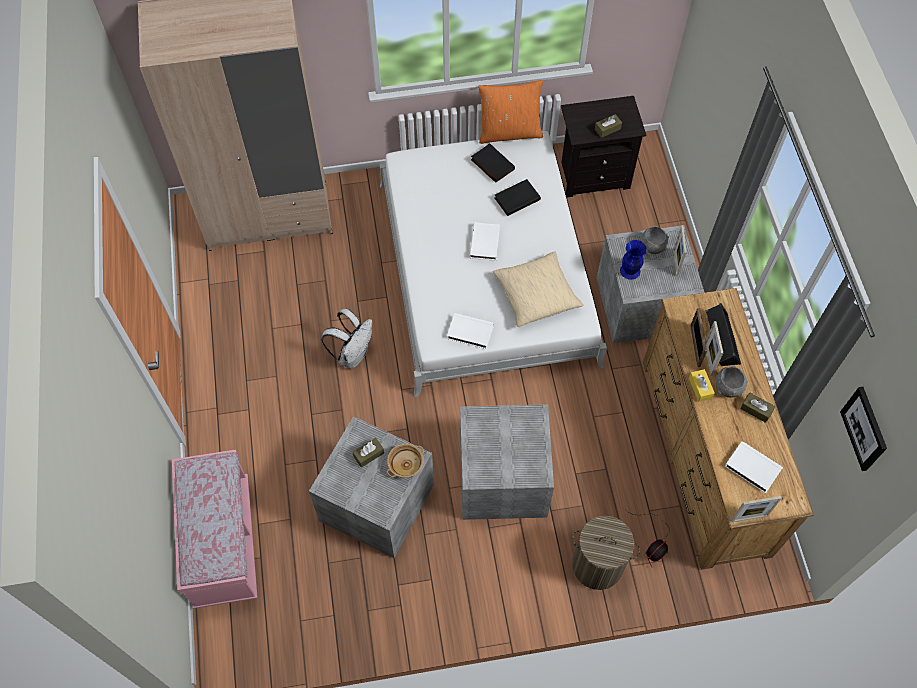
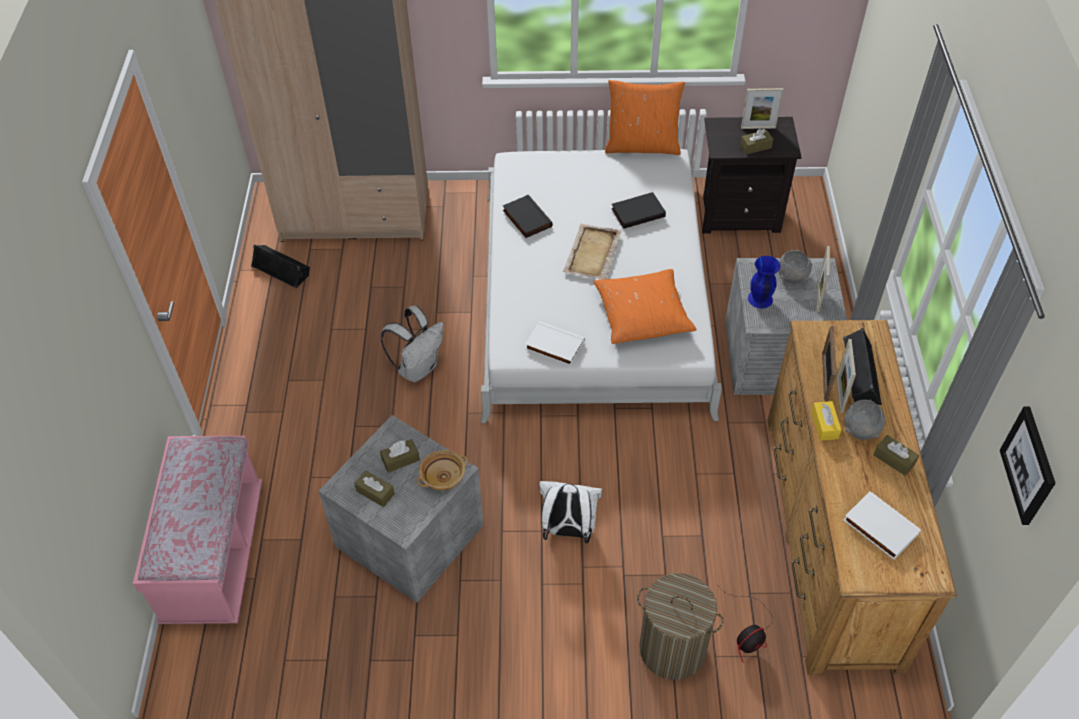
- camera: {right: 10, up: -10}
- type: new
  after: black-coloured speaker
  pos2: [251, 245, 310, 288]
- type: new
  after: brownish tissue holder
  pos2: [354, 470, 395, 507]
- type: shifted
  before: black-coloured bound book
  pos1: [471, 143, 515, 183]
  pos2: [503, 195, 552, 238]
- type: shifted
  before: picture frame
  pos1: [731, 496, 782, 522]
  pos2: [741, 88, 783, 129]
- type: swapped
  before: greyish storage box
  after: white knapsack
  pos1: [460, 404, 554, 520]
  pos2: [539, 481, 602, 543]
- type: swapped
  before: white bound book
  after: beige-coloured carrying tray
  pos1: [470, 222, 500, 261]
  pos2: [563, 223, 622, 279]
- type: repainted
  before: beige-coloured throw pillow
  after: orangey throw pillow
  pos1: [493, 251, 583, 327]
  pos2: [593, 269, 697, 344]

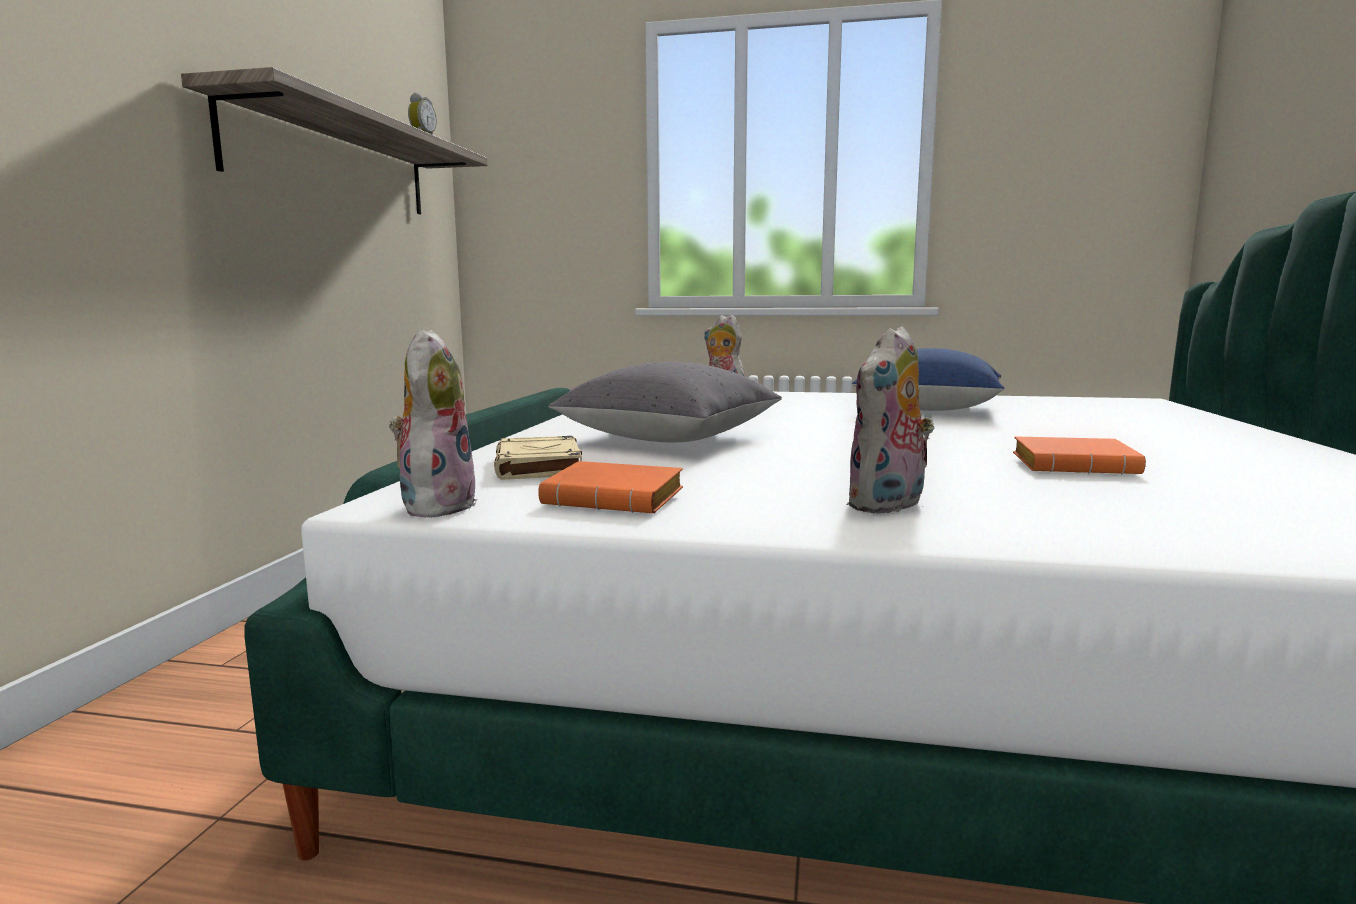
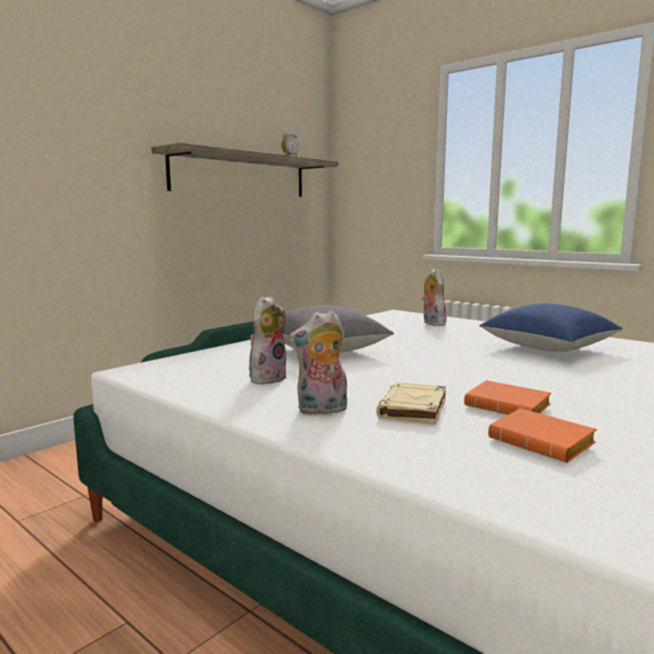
- camera: {right: 30, up: 0}
- type: shifted
  before: cuddly toy
  pos1: [389, 329, 477, 518]
  pos2: [249, 296, 286, 384]
- type: shifted
  before: beige-coloured bound book
  pos1: [494, 436, 582, 480]
  pos2: [376, 382, 446, 425]
- type: shifted
  before: orangey bound book
  pos1: [538, 461, 683, 513]
  pos2: [488, 408, 597, 463]

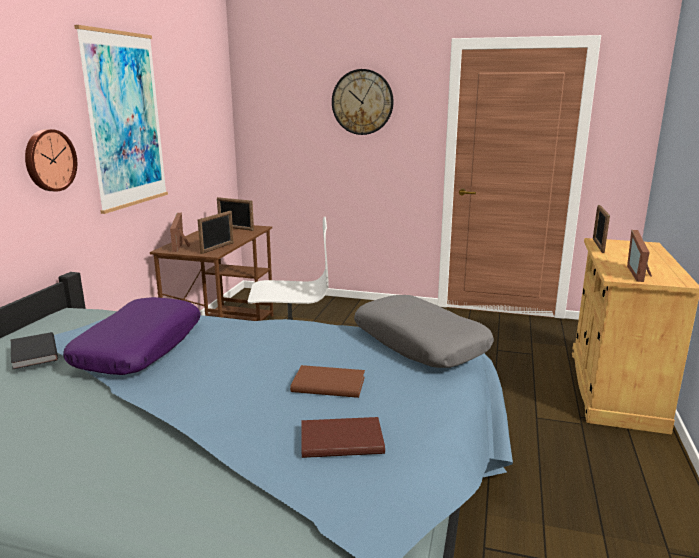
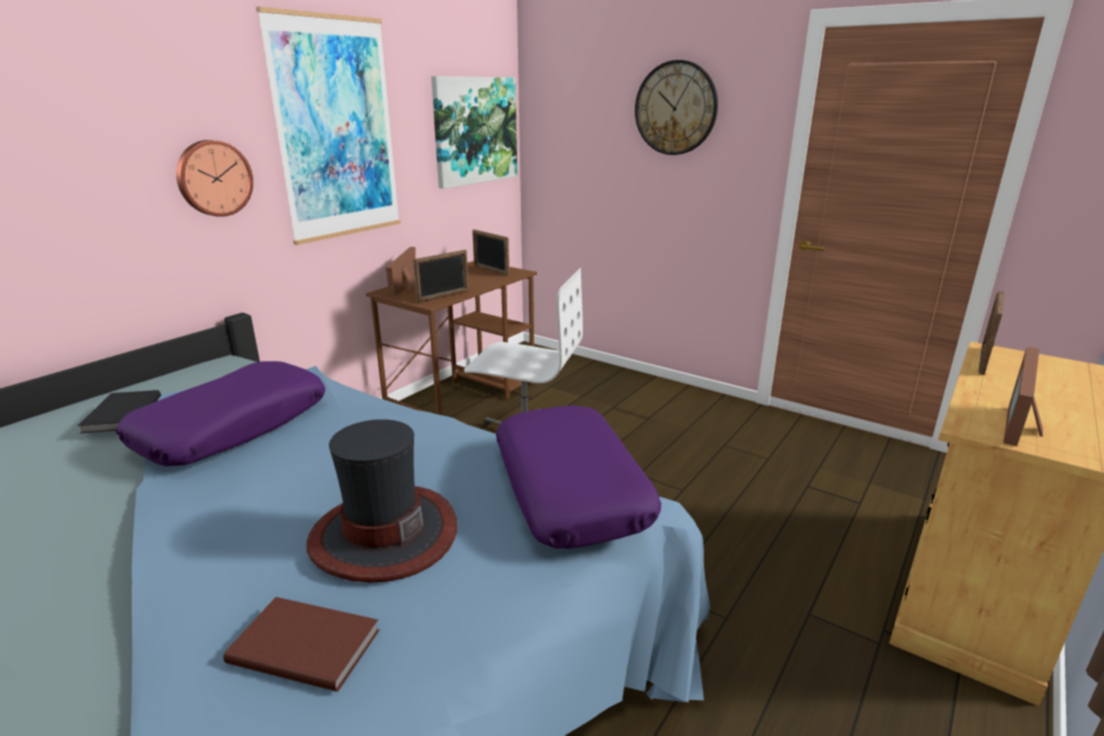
- camera: {right: 20, up: 5}
- type: new
  after: wall picture
  pos2: [431, 76, 517, 189]
- type: swapped
  before: brownish bound book
  after: clothing hat
  pos1: [290, 365, 365, 398]
  pos2: [306, 419, 457, 583]
- type: repainted
  before: greyish throw pillow
  after: purple throw pillow
  pos1: [354, 295, 494, 368]
  pos2: [496, 405, 661, 549]

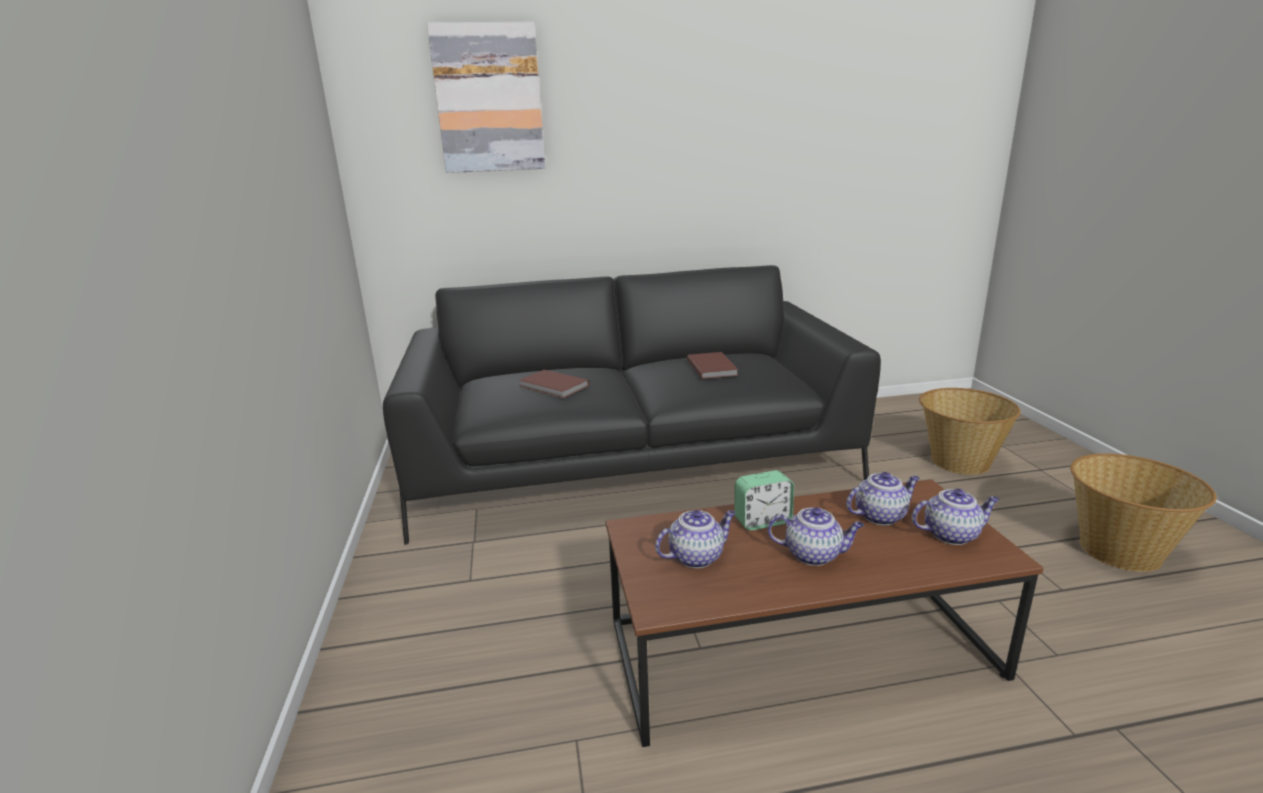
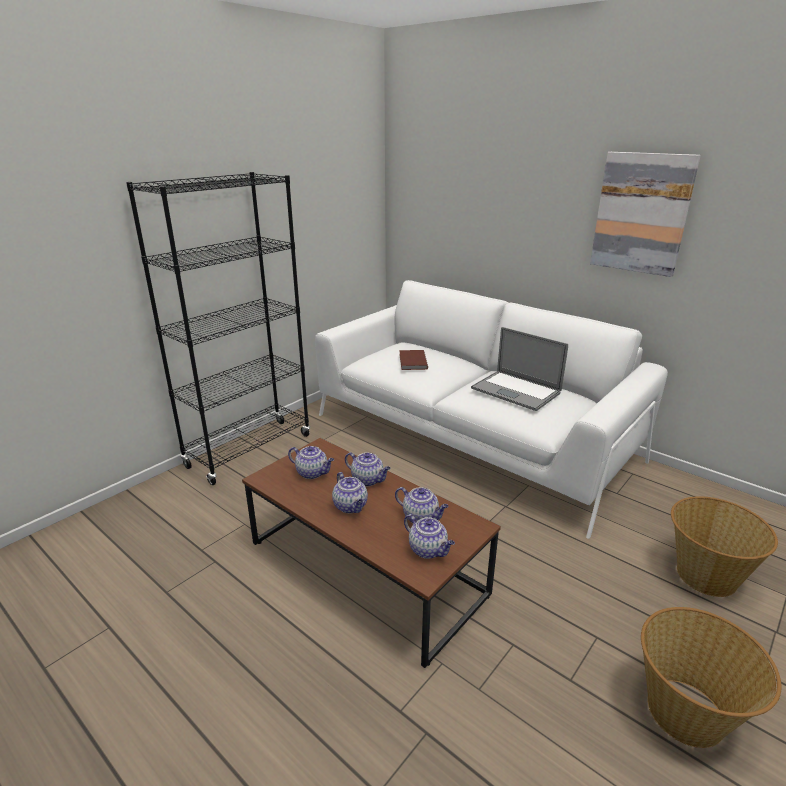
- camera: {right: 50, up: 5}
- type: new
  after: black-coloured bookcase
  pos2: [126, 172, 310, 485]
- type: shifted
  before: wall picture
  pos1: [427, 22, 546, 173]
  pos2: [590, 152, 701, 277]
- type: swapped
  before: brownish bound book
  after: laptop
  pos1: [687, 352, 738, 379]
  pos2: [471, 327, 568, 411]
- type: swapped
  before: bedside clock
  after: tea pot
  pos1: [734, 470, 794, 531]
  pos2: [345, 452, 391, 486]
- type: repainted
  before: black-coloured settee
  after: white settee
  pos1: [383, 265, 881, 545]
  pos2: [315, 280, 668, 539]

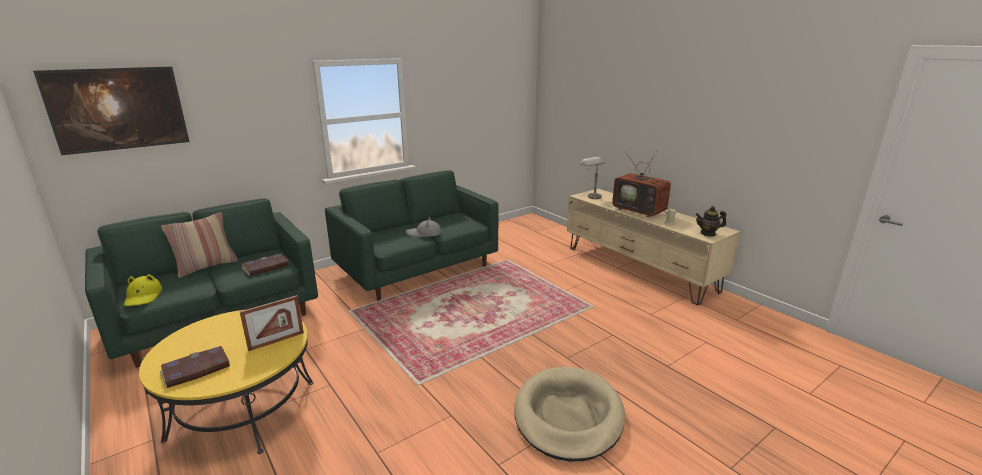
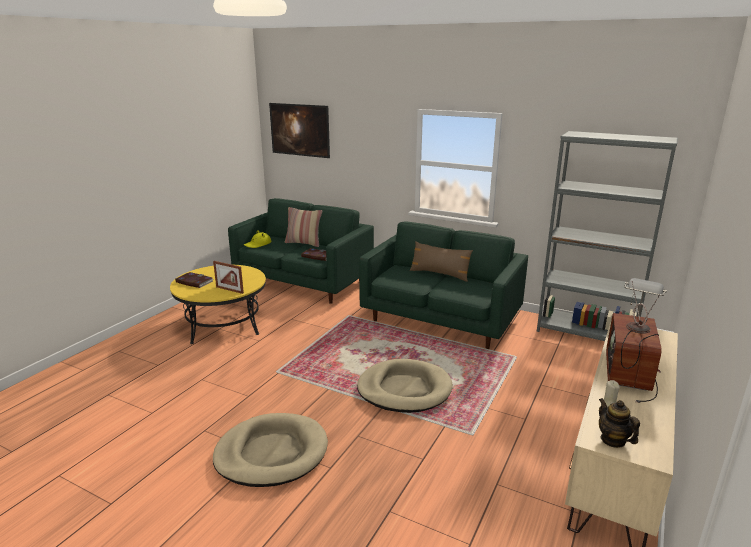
- camera: {right: 65, up: 0}
- type: gone
  before: greyish clothing hat
  pos1: [406, 217, 442, 237]
- type: new
  after: beige-coloured dog cushion
  pos2: [357, 359, 453, 413]
- type: new
  after: brownish throw pillow
  pos2: [410, 241, 473, 282]
- type: new
  after: greyish bookcase
  pos2: [537, 131, 678, 341]

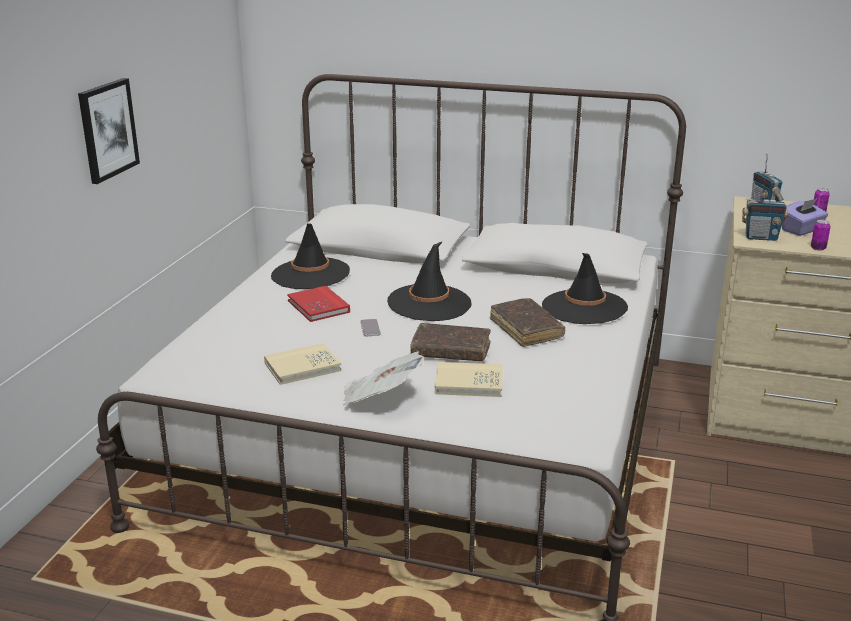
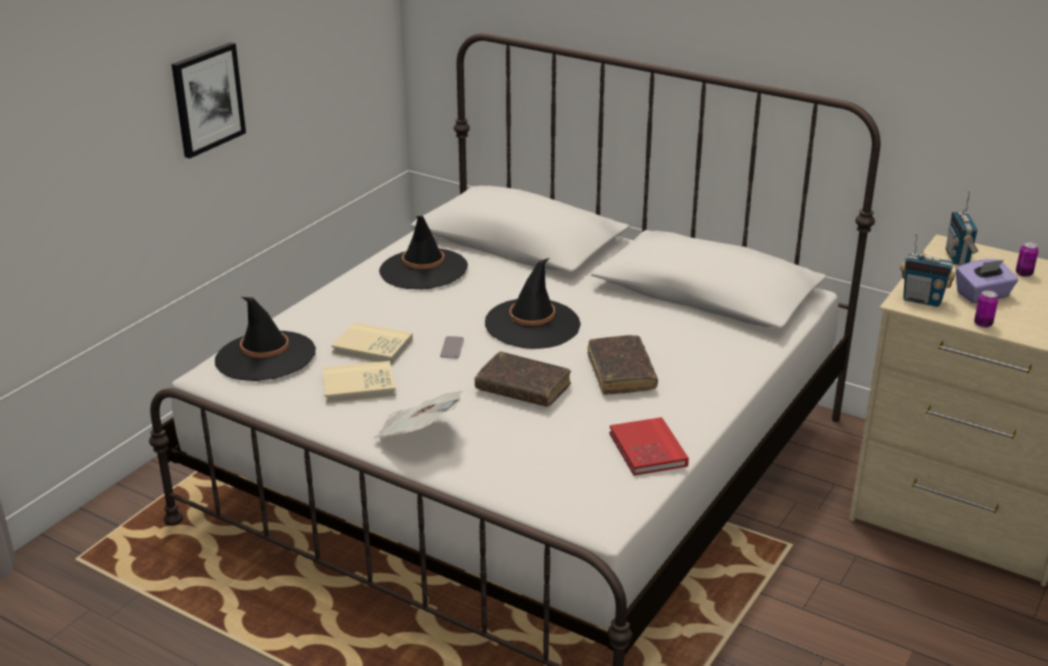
- camera: {right: 15, up: 5}
- type: shifted
  before: red bound book
  pos1: [287, 286, 350, 322]
  pos2: [609, 417, 689, 476]
- type: shifted
  before: beige-coloured bound book
  pos1: [435, 362, 503, 397]
  pos2: [332, 322, 413, 365]
- type: shifted
  before: black-coloured clothing hat
  pos1: [542, 253, 628, 324]
  pos2: [215, 297, 316, 381]

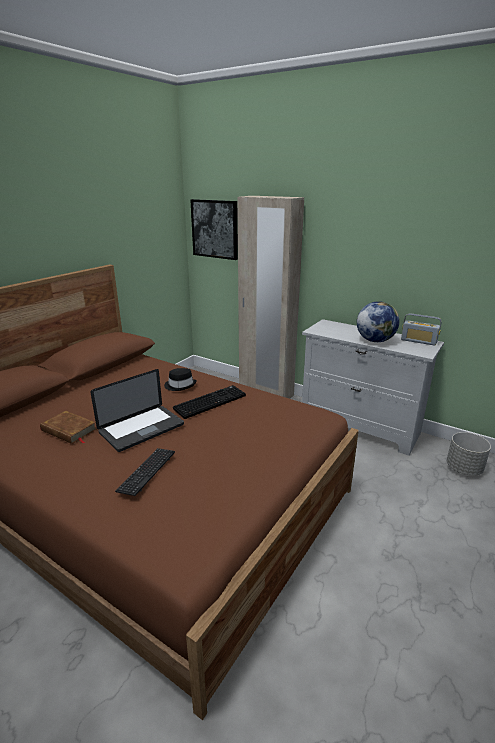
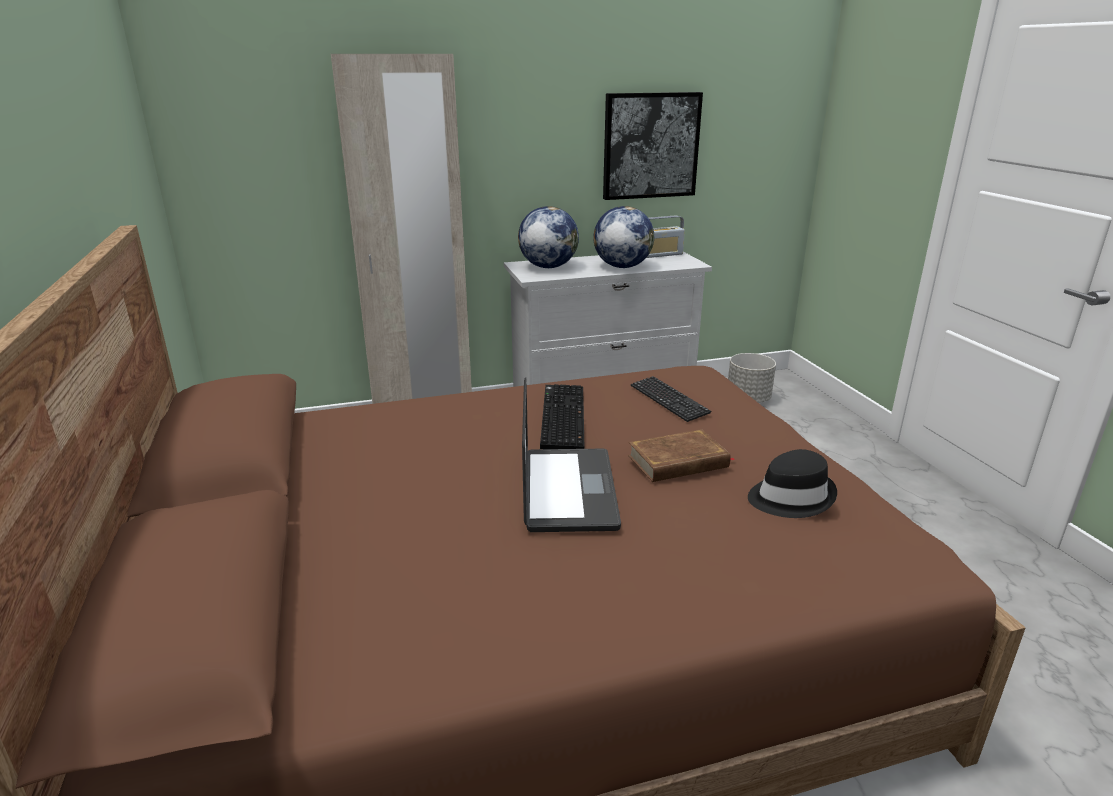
- camera: {right: -50, up: 0}
- type: new
  after: world globe
  pos2: [518, 206, 579, 268]
- type: shifted
  before: brownish bound book
  pos1: [40, 410, 97, 444]
  pos2: [628, 429, 735, 482]
- type: shifted
  before: computer keyboard
  pos1: [115, 448, 175, 496]
  pos2: [631, 376, 711, 422]
- type: shifted
  before: black-coloured clothing hat
  pos1: [164, 368, 197, 391]
  pos2: [748, 449, 837, 518]
- type: shifted
  before: wall picture
  pos1: [190, 199, 238, 260]
  pos2: [603, 92, 703, 200]

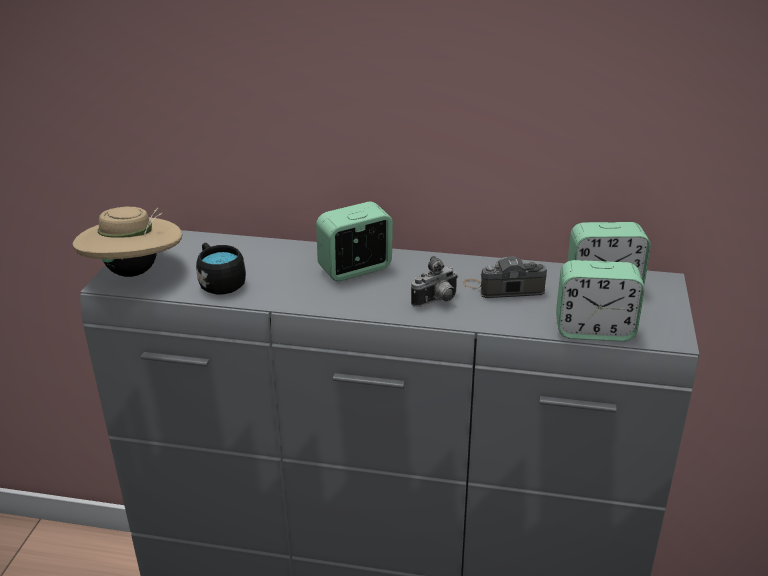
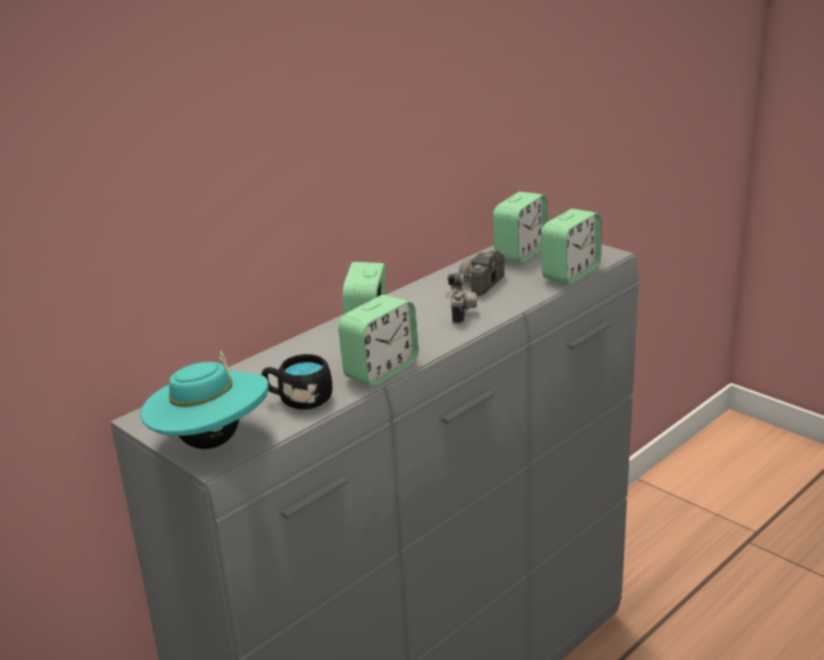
- camera: {right: -55, up: -5}
- type: new
  after: bedside clock
  pos2: [338, 295, 419, 386]
- type: repainted
  before: beige-coloured clothing hat
  after: blue-green clothing hat
  pos1: [73, 207, 182, 277]
  pos2: [140, 350, 269, 449]

